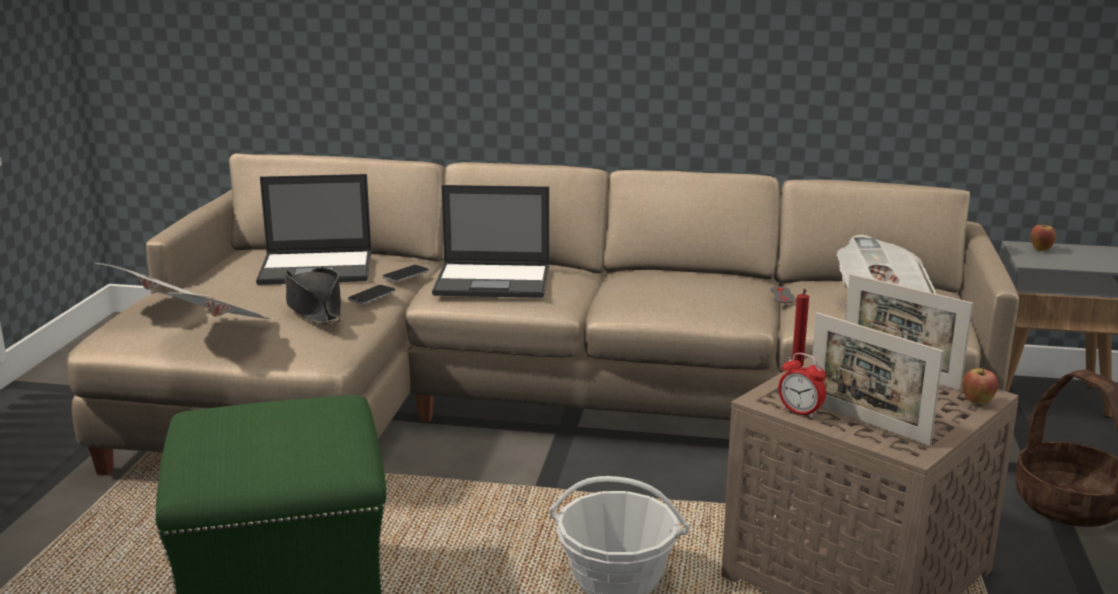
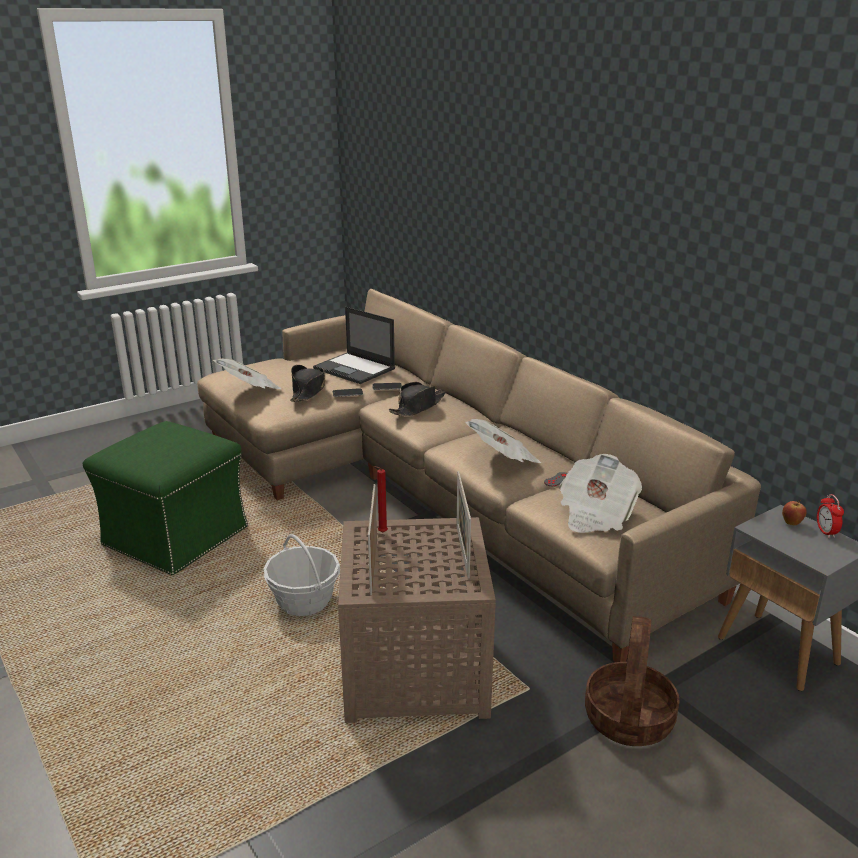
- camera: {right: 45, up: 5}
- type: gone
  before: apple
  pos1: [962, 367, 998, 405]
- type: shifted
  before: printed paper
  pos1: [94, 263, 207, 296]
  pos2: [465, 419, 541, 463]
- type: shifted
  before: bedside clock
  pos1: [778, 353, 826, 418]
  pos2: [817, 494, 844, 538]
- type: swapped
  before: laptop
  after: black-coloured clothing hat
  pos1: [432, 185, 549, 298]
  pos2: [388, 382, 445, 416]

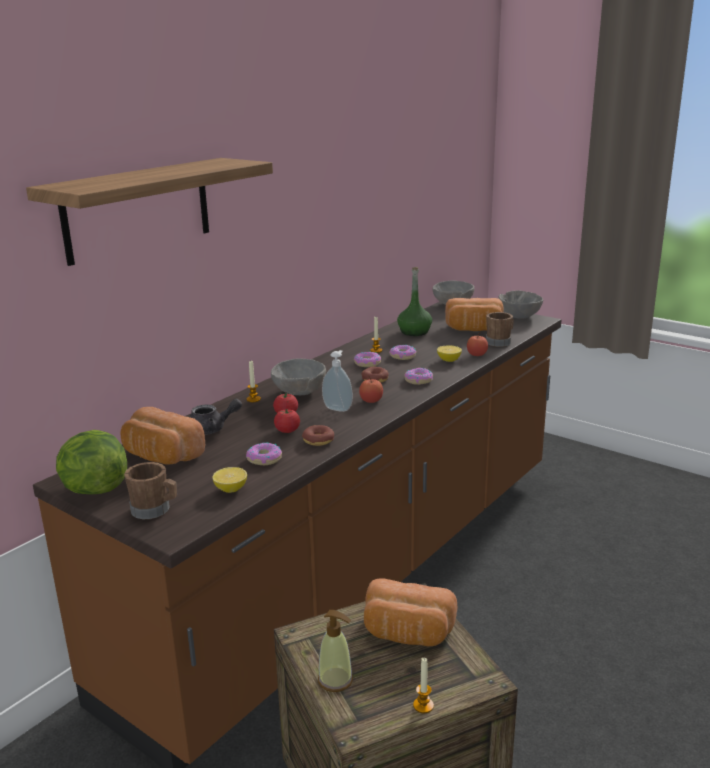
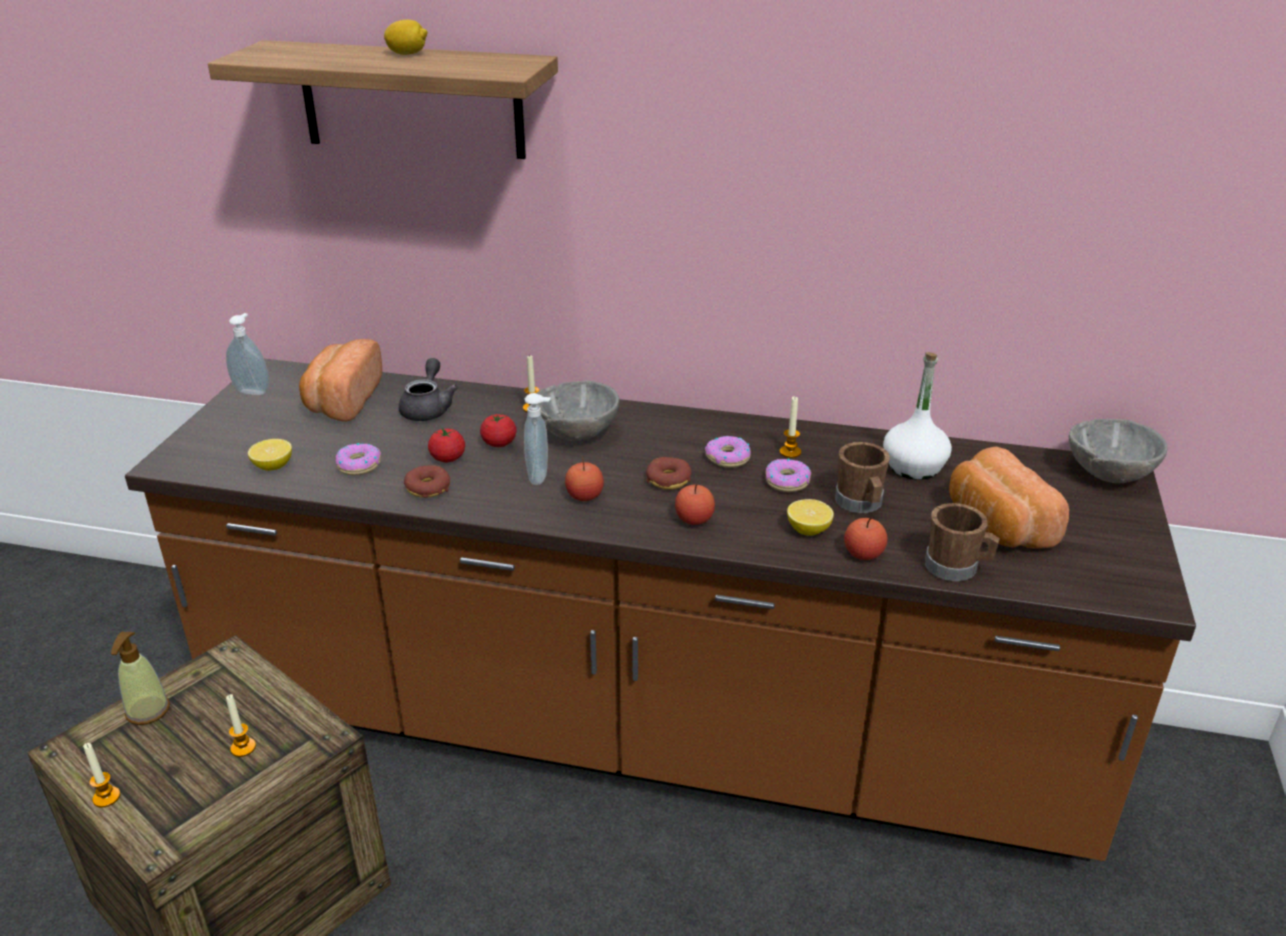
- camera: {right: 65, up: 10}
- type: gone
  before: greyish serving bowl
  pos1: [499, 291, 543, 319]
- type: new
  after: whole lemon
  pos2: [384, 20, 428, 55]
- type: shifted
  before: brownish coffee mug
  pos1: [124, 462, 177, 519]
  pos2: [835, 442, 890, 513]
- type: swapped
  before: lettuce head
  after: liquid soap bottle
  pos1: [56, 430, 127, 494]
  pos2: [226, 313, 269, 395]
- type: swapped
  before: bakery bread
  after: candle
  pos1: [364, 578, 457, 646]
  pos2: [226, 694, 256, 757]
- type: swapped
  before: ring doughnut
  after: apple
  pos1: [404, 368, 433, 385]
  pos2: [675, 484, 715, 525]
- type: repainted
  before: greenish drink bottle
  after: white drink bottle
  pos1: [397, 267, 432, 336]
  pos2: [883, 352, 952, 480]
- type: rotated
  before: greyish tea pot
  pos1: [189, 399, 242, 435]
  pos2: [399, 358, 458, 421]
  turn: -135

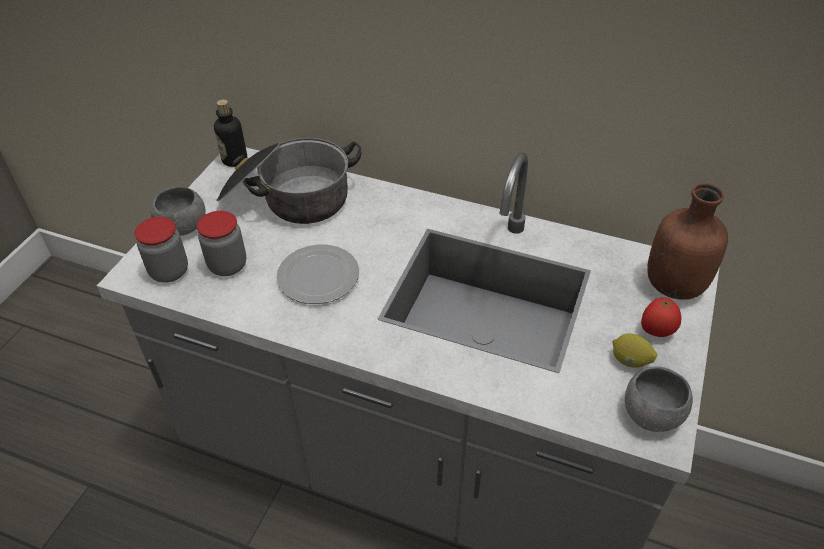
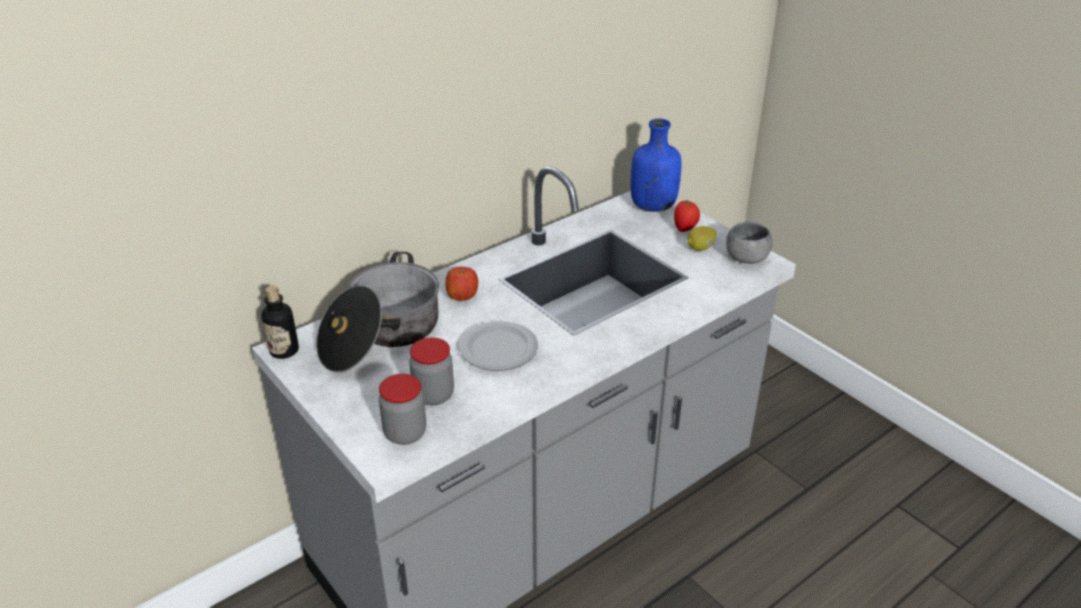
- camera: {right: -60, up: -10}
- type: gone
  before: greyish serving bowl
  pos1: [151, 187, 206, 236]
- type: new
  after: apple
  pos2: [446, 266, 478, 301]
- type: repainted
  before: brownish drink bottle
  after: blue-coloured drink bottle
  pos1: [647, 183, 728, 300]
  pos2: [630, 118, 682, 212]

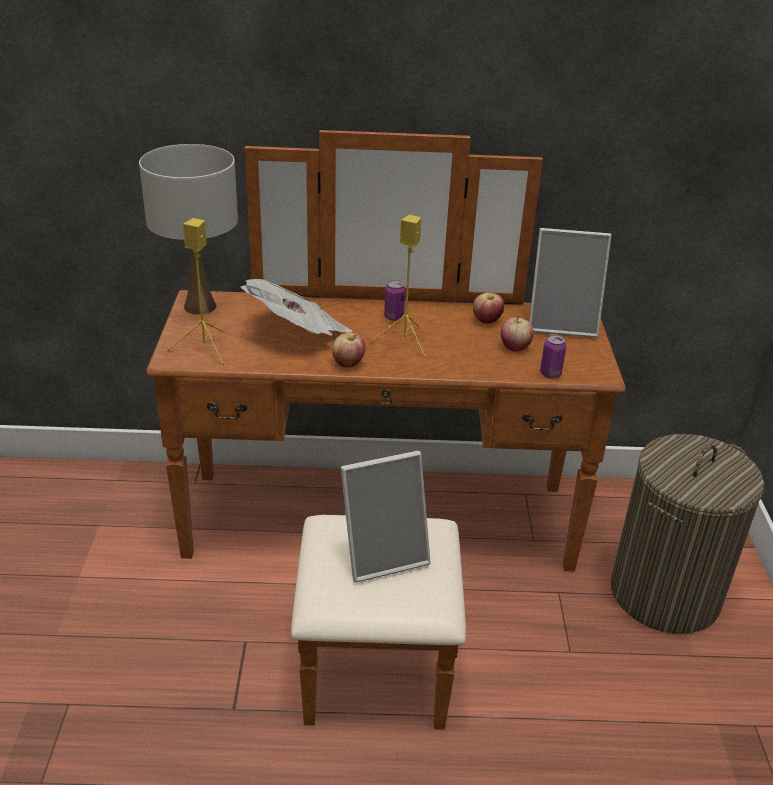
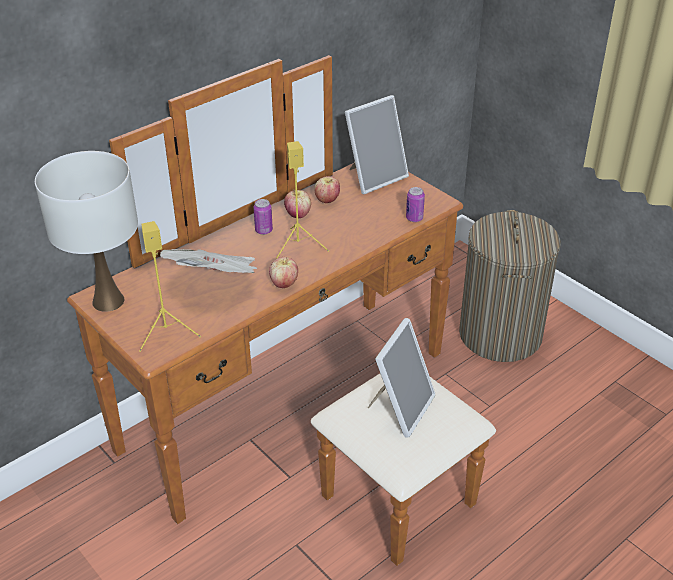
- camera: {right: -40, up: 5}
- type: shifted
  before: apple
  pos1: [501, 315, 534, 352]
  pos2: [284, 189, 311, 218]

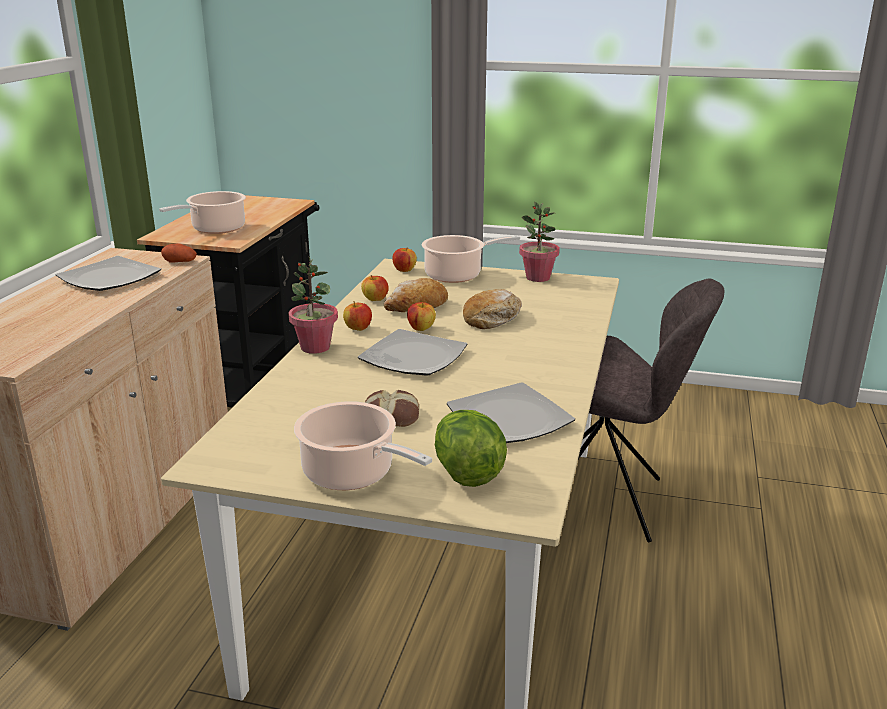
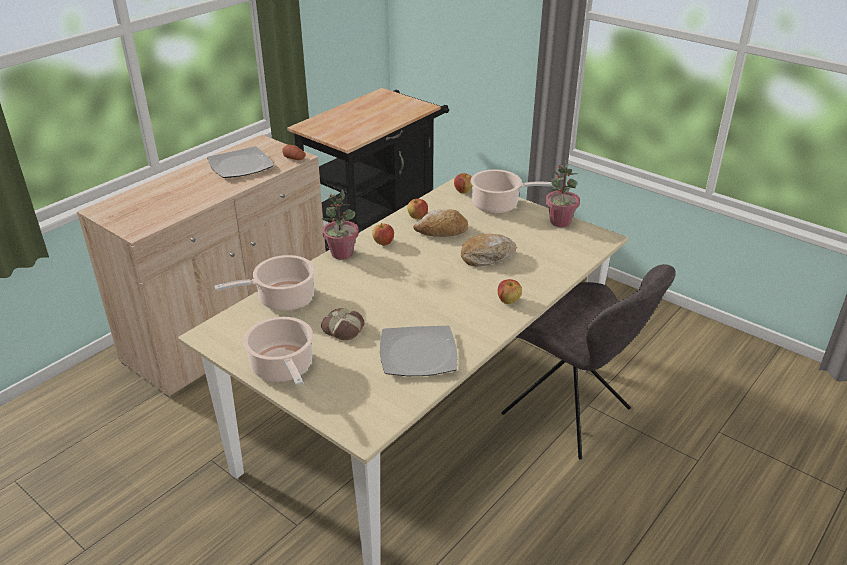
- camera: {right: 25, up: 10}
- type: gone
  before: plate
  pos1: [358, 329, 467, 376]
- type: gone
  before: lettuce head
  pos1: [435, 410, 507, 487]
- type: shifted
  before: cooking pot
  pos1: [159, 191, 246, 234]
  pos2: [215, 255, 315, 311]
- type: shifted
  before: apple
  pos1: [407, 302, 436, 331]
  pos2: [498, 279, 522, 304]

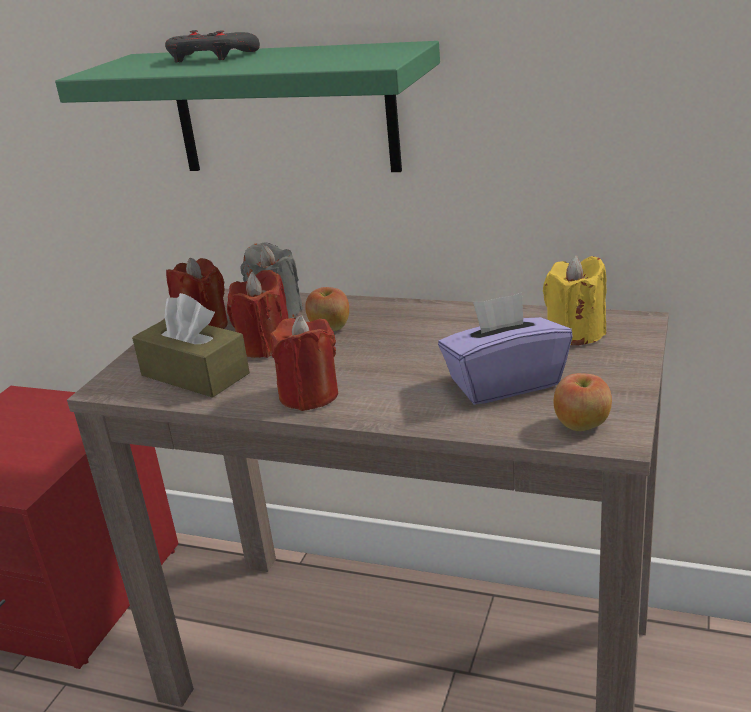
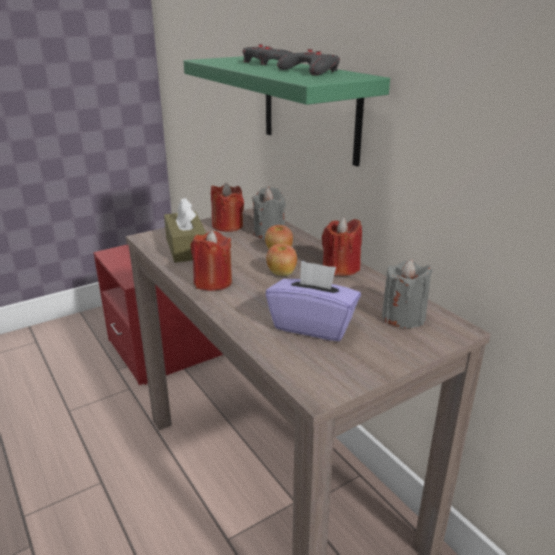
- camera: {right: 35, up: 0}
- type: new
  after: greyish gamepad
  pos2: [277, 49, 340, 75]
- type: shifted
  before: red candle
  pos1: [227, 270, 289, 358]
  pos2: [322, 217, 362, 276]
- type: shifted
  before: apple
  pos1: [554, 373, 612, 431]
  pos2: [266, 244, 297, 276]
- type: repainted
  before: yellow candle
  after: greyish candle
  pos1: [543, 255, 607, 346]
  pos2: [382, 259, 433, 328]

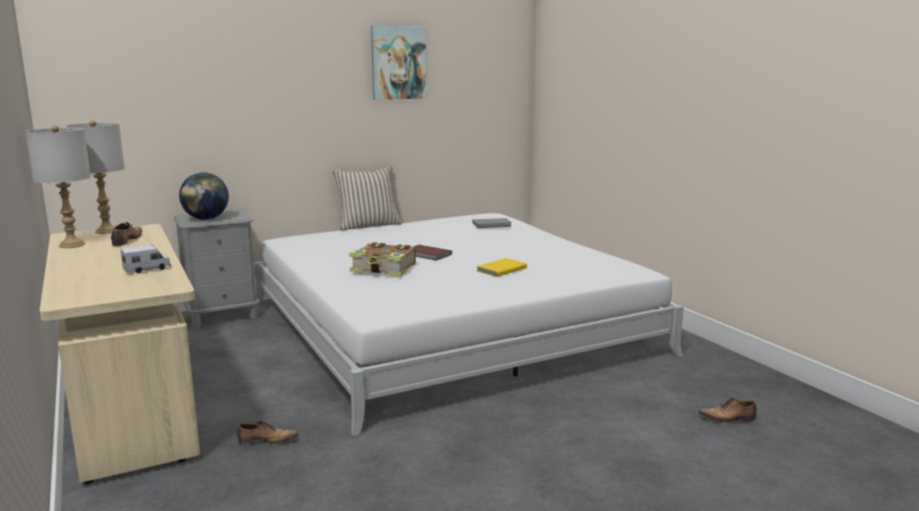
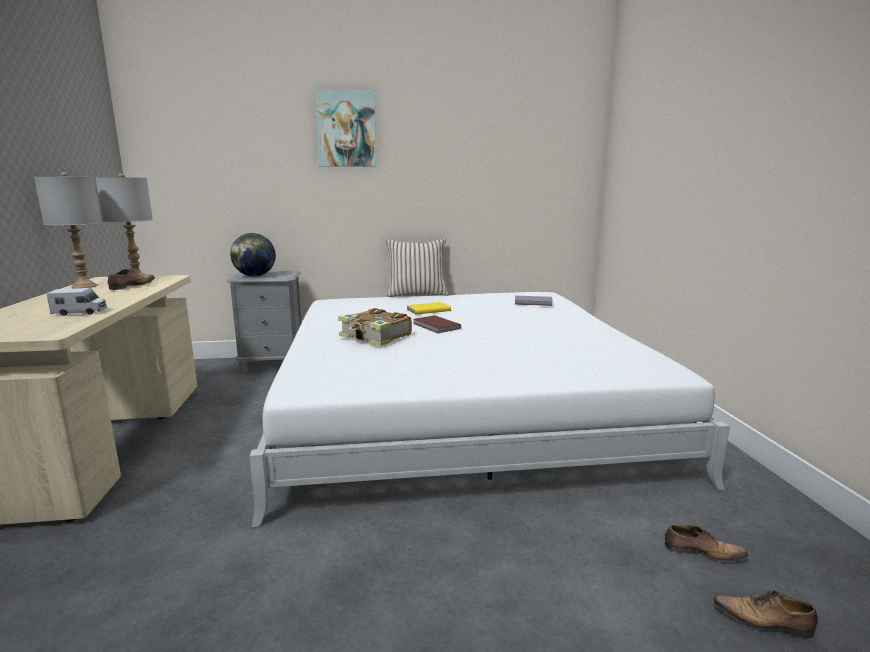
- camera: {right: 20, up: 0}
- type: shifted
  before: shoe
  pos1: [237, 421, 299, 444]
  pos2: [665, 525, 748, 562]
- type: shifted
  before: wall picture
  pos1: [371, 25, 427, 100]
  pos2: [315, 89, 376, 167]
- type: shifted
  before: yellow bound book
  pos1: [477, 258, 527, 277]
  pos2: [406, 302, 451, 315]

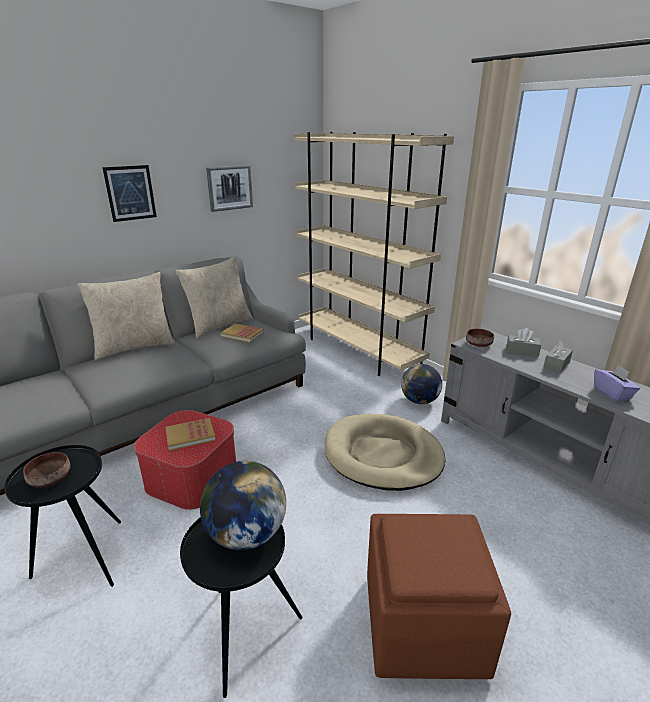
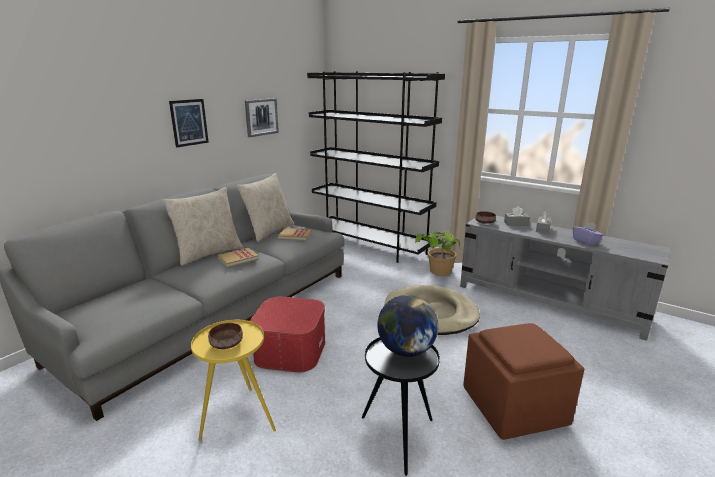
- camera: {right: -15, up: -5}
- type: shifted
  before: bound book
  pos1: [166, 418, 216, 451]
  pos2: [217, 248, 259, 267]
- type: swapped
  before: world globe
  after: plant in a pot
  pos1: [401, 364, 442, 404]
  pos2: [415, 231, 460, 276]
- type: repainted
  before: black-coloured accent table
  after: yellow accent table
  pos1: [4, 445, 121, 587]
  pos2: [191, 320, 276, 441]
- type: repainted
  before: beige-coloured bookcase
  after: black-coloured bookcase
  pos1: [293, 132, 454, 376]
  pos2: [307, 71, 445, 263]

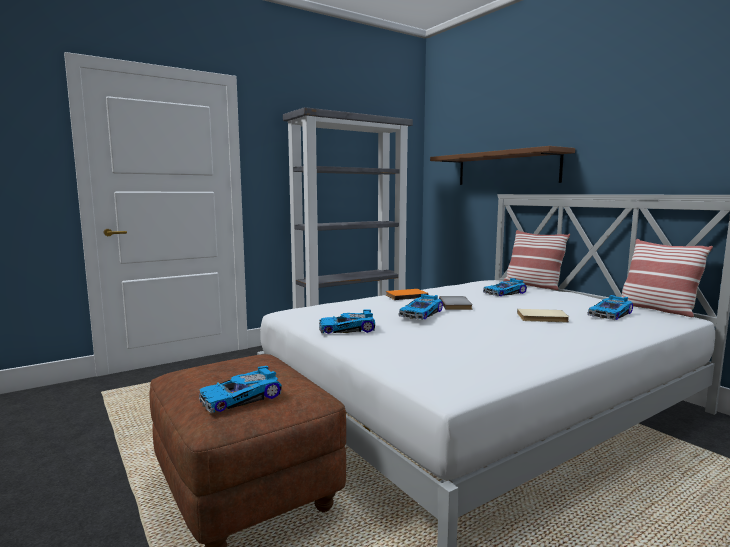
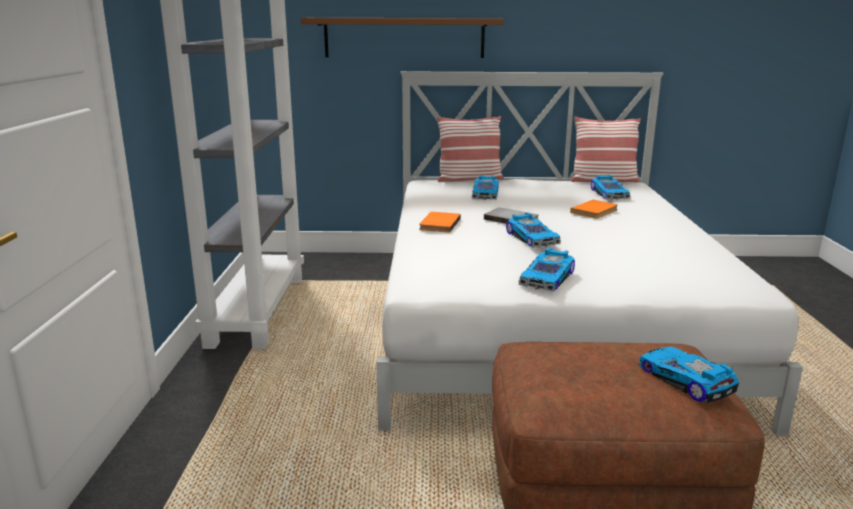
- camera: {right: -55, up: 10}
- type: repainted
  before: beige-coloured bound book
  after: orangey bound book
  pos1: [517, 309, 569, 322]
  pos2: [570, 200, 618, 219]
- type: rotated
  before: model car
  pos1: [199, 366, 282, 413]
  pos2: [638, 347, 739, 403]
  turn: 150

